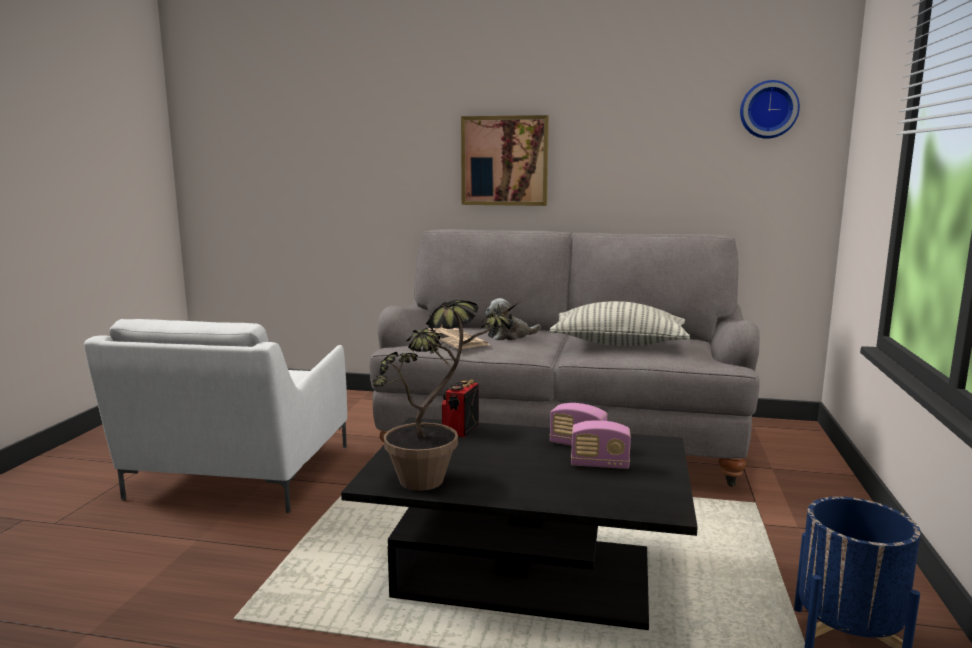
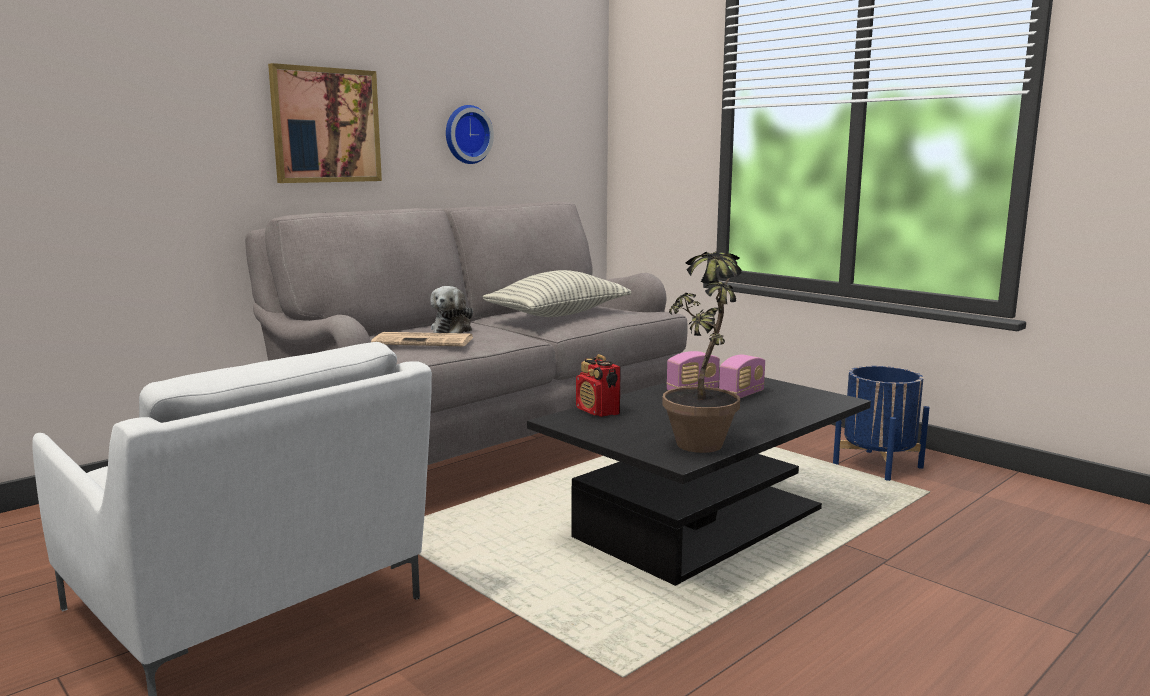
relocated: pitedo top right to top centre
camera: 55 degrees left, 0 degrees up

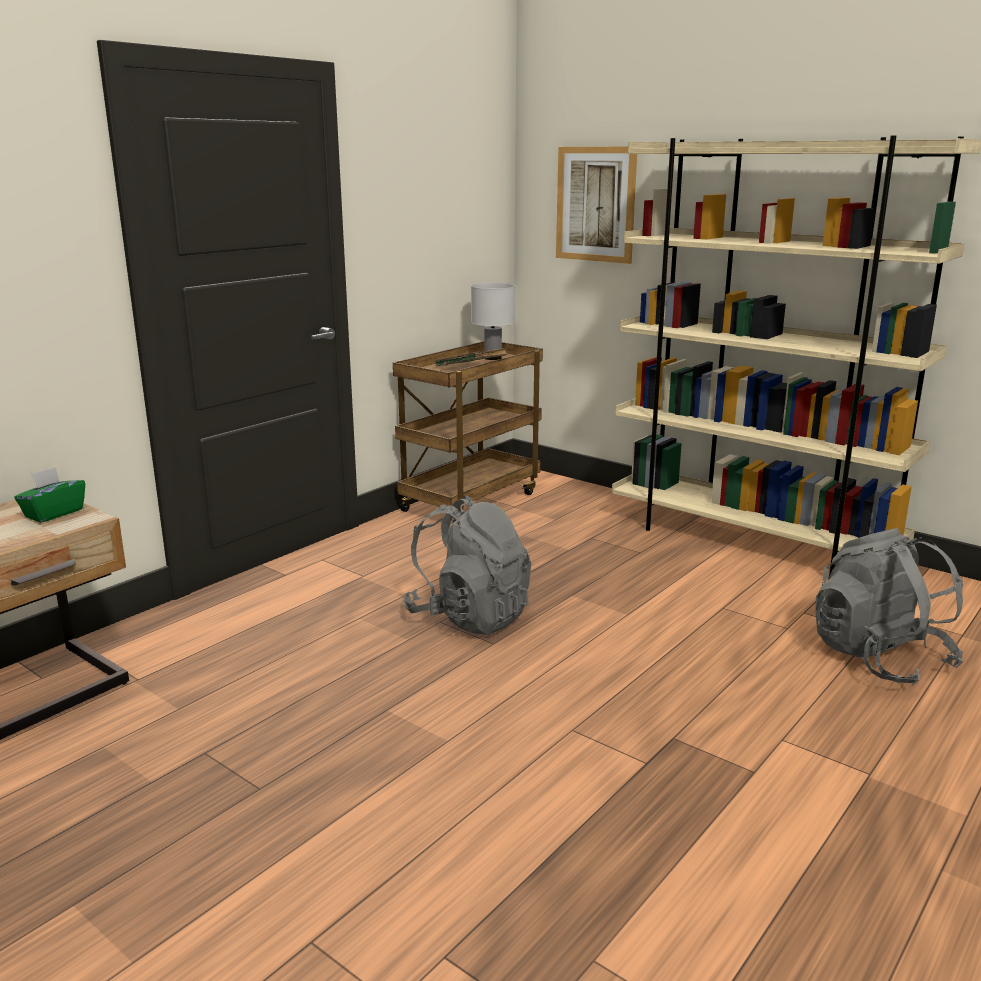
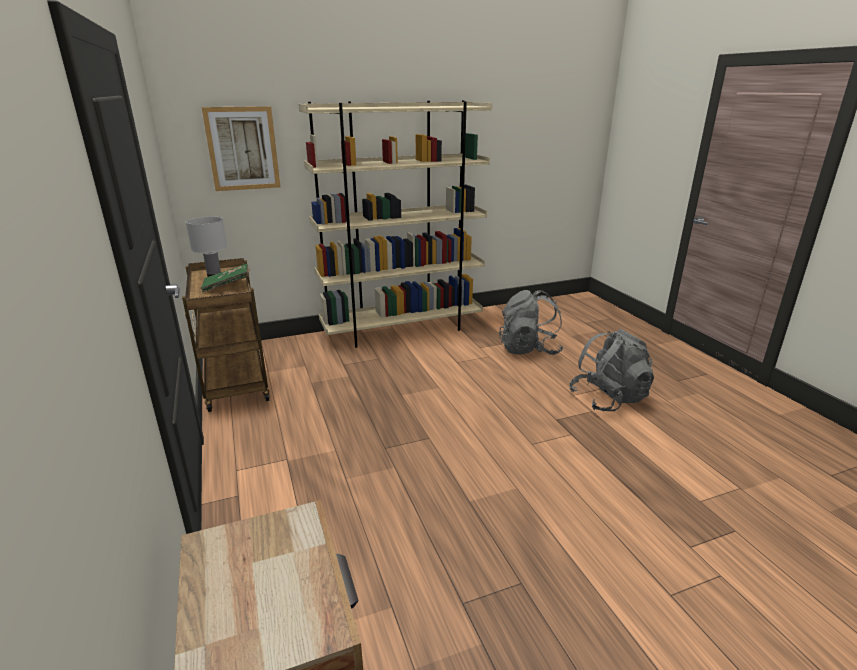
missing: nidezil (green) middle left
relocated: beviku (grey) (no. 1 from left in the first image) centre to beviku (grey) (no. 2 from left) middle right
camera: 60 degrees left, 5 degrees up

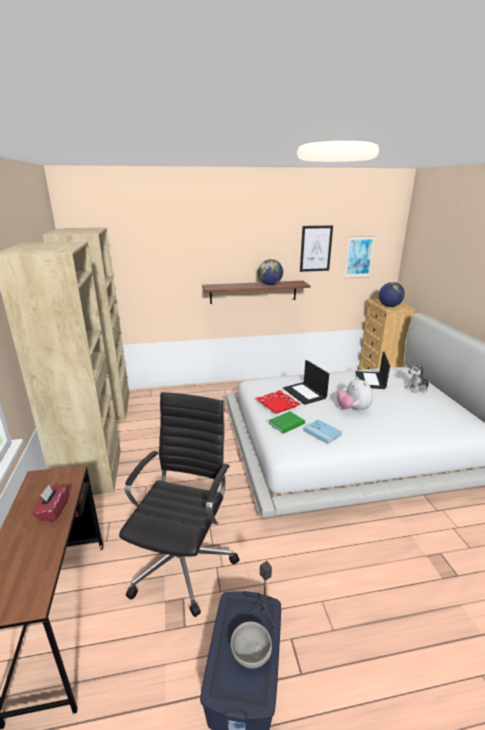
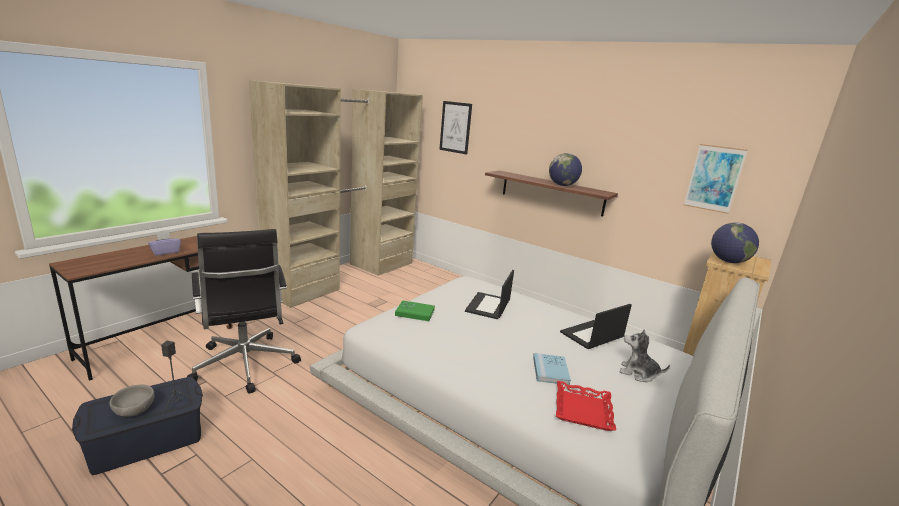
missing: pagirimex (no. 1 from left) middle right
relocated: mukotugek (no. 1 from left) centre to top centre; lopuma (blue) centre to bottom centre; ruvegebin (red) centre to bottom centre
colour: nidezil (red) bottom left to nidezil (purple) middle left
spun: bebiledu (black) bottom centre = middle left 90 degrees clockwise
camera: 45 degrees right, 5 degrees down

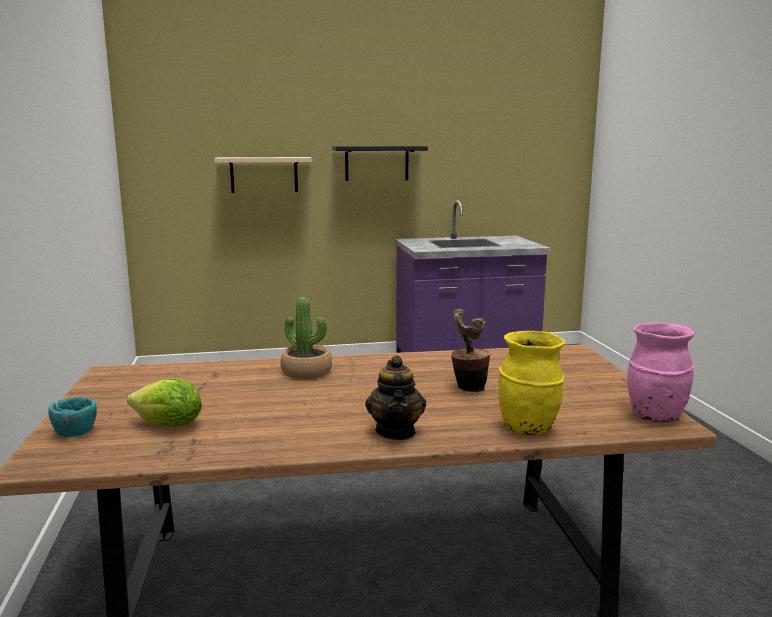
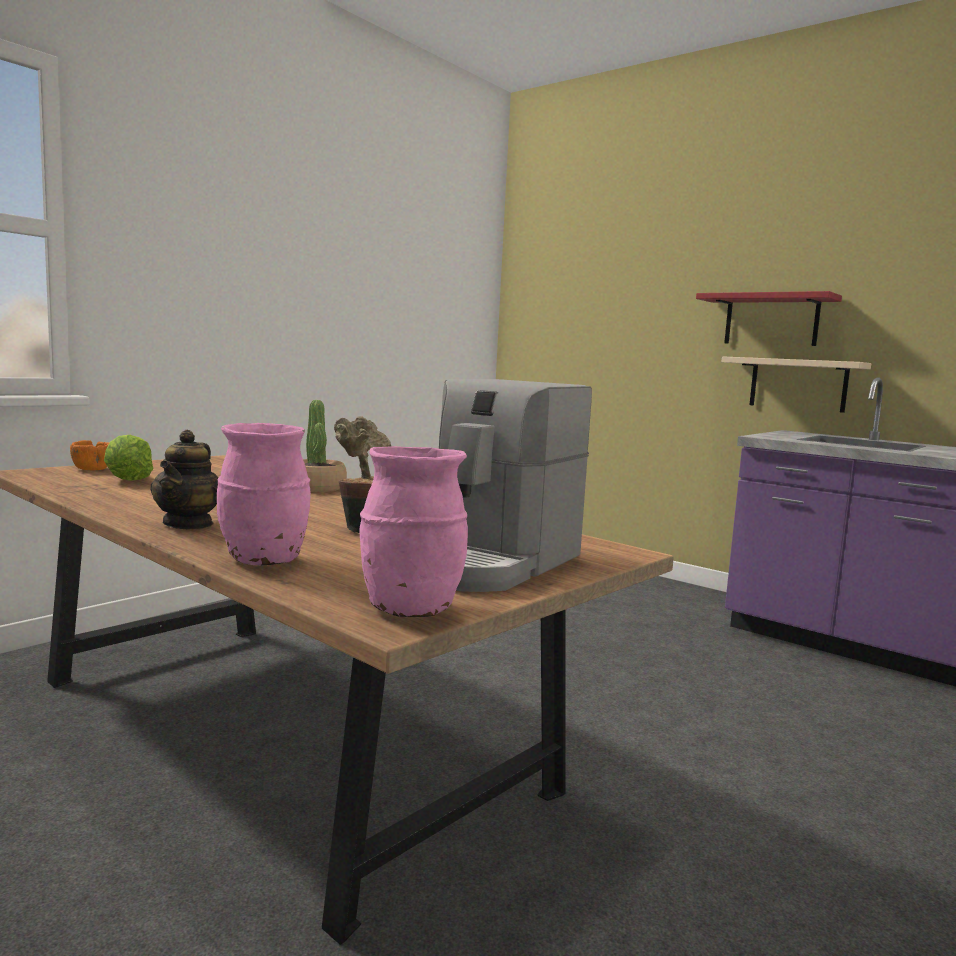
appeared: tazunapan centre
relocated: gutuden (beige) top centre to middle right
colour: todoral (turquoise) bottom left to todoral (orange) middle left; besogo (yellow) middle right to besogo (pink) (no. 1 from left) middle left; gutuden (black) top centre to gutuden (red) top right
spun: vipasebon centre = middle left 45 degrees counterclockwise
camera: 50 degrees right, 5 degrees down

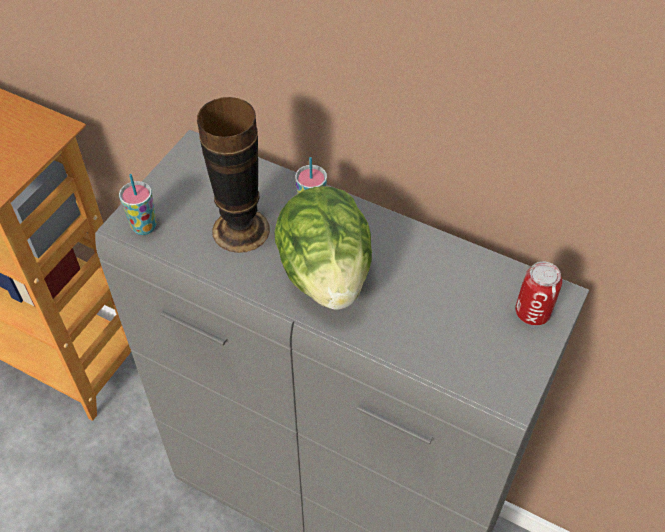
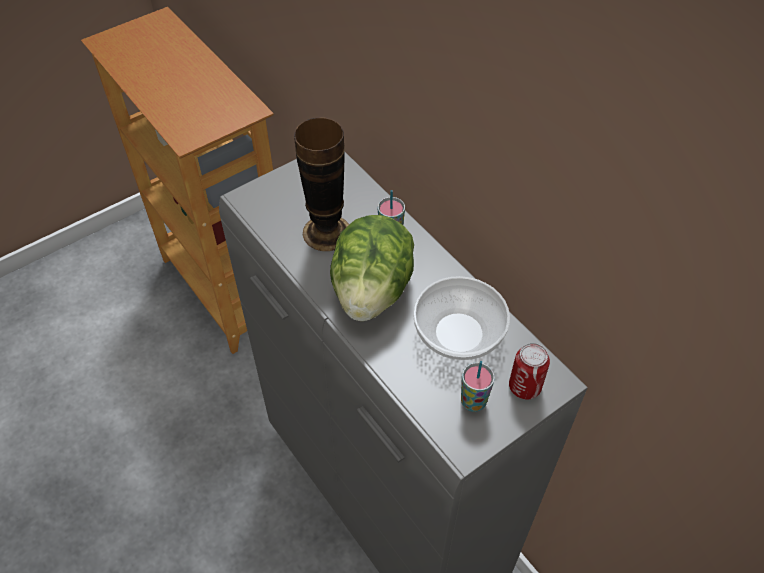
appeared: todoral centre
relocated: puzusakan (no. 1 from left in the first image) middle left to puzusakan (no. 2 from left) bottom centre
camera: 25 degrees right, 0 degrees up

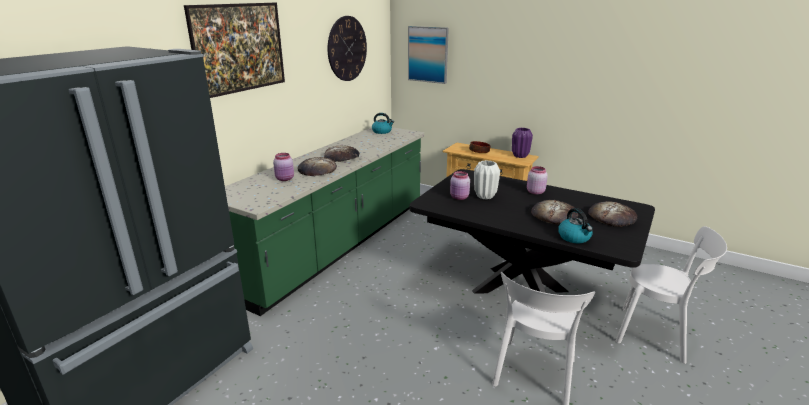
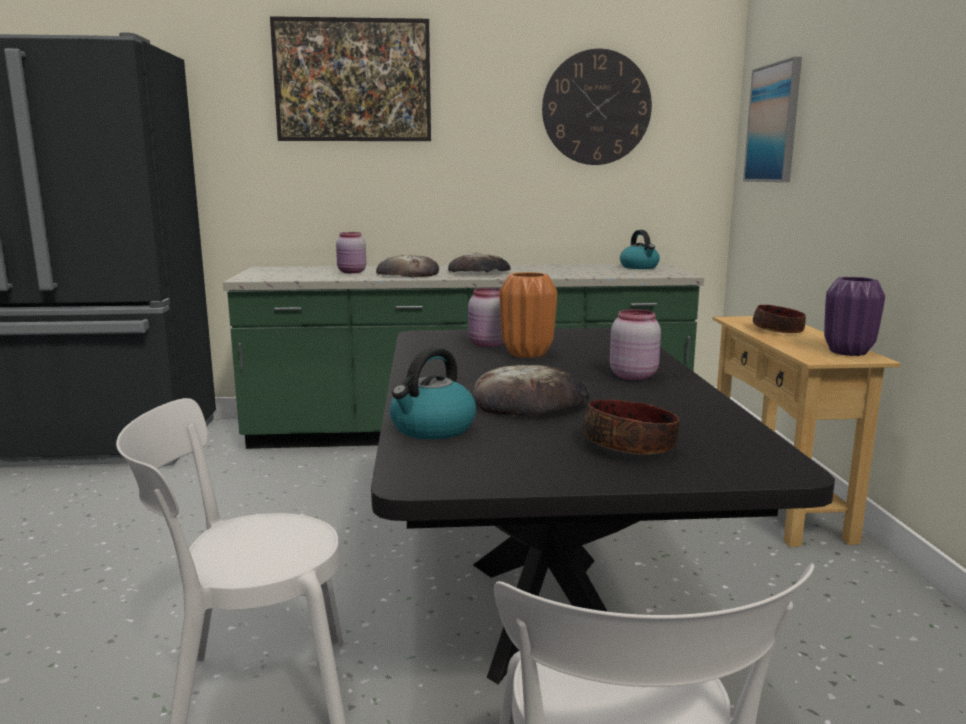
exchanged: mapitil (no. 4 from left) middle right to todoral (no. 1 from left) centre
colour: besogo (white) centre to besogo (orange) centre
camera: 55 degrees right, 10 degrees down

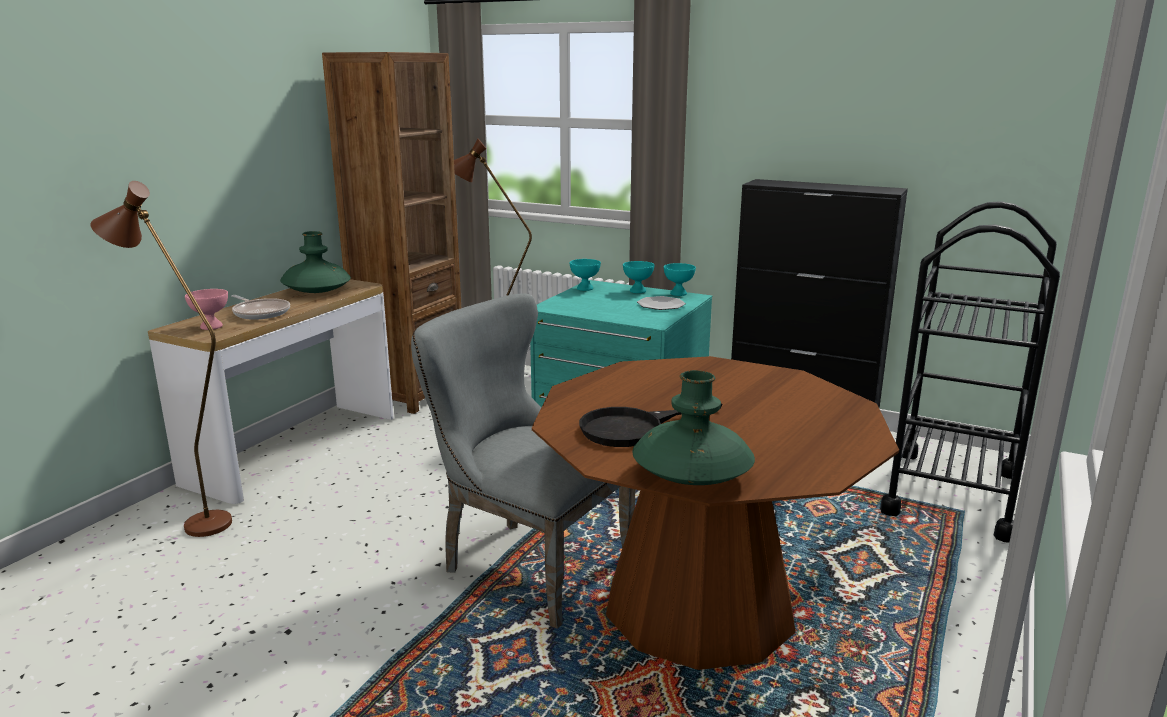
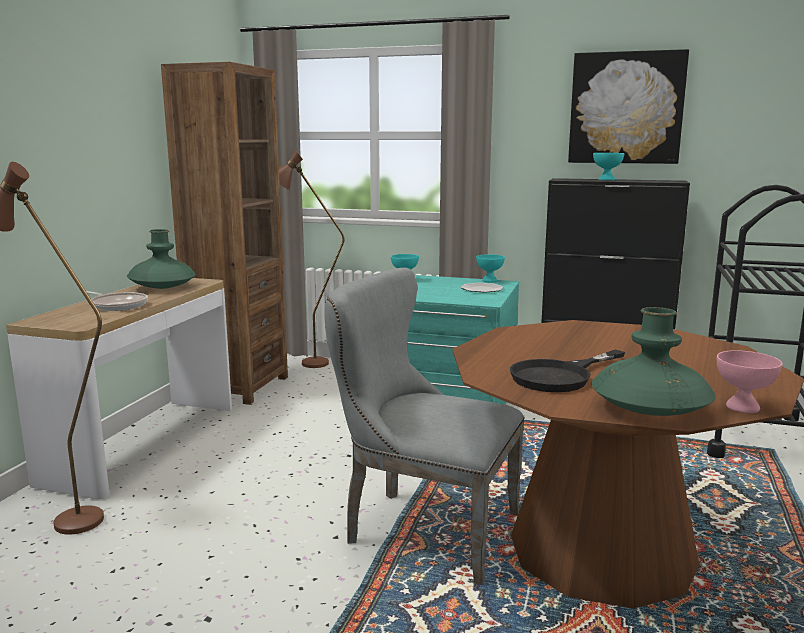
appeared: mukotugek top right
relocated: todoral (turquoise) (no. 2 from left in the first image) centre to todoral (turquoise) (no. 3 from left) top right; todoral (pink) middle left to middle right
camera: 10 degrees left, 5 degrees down

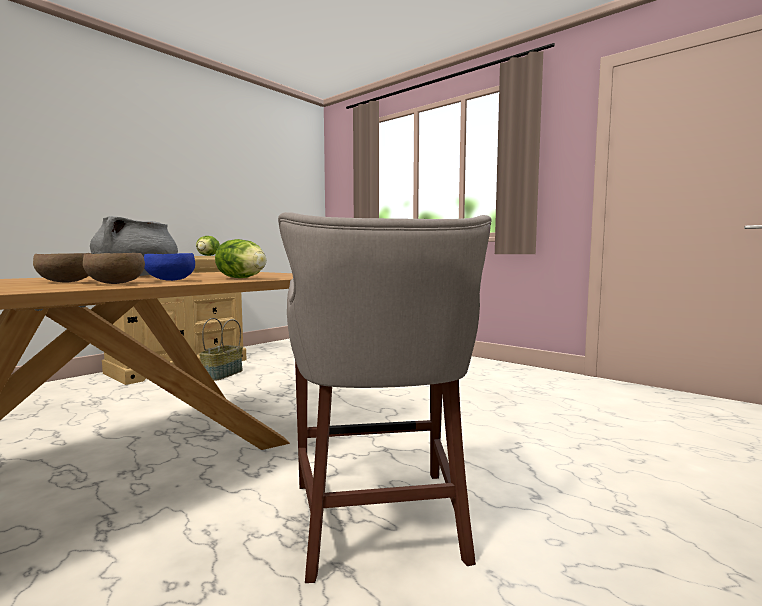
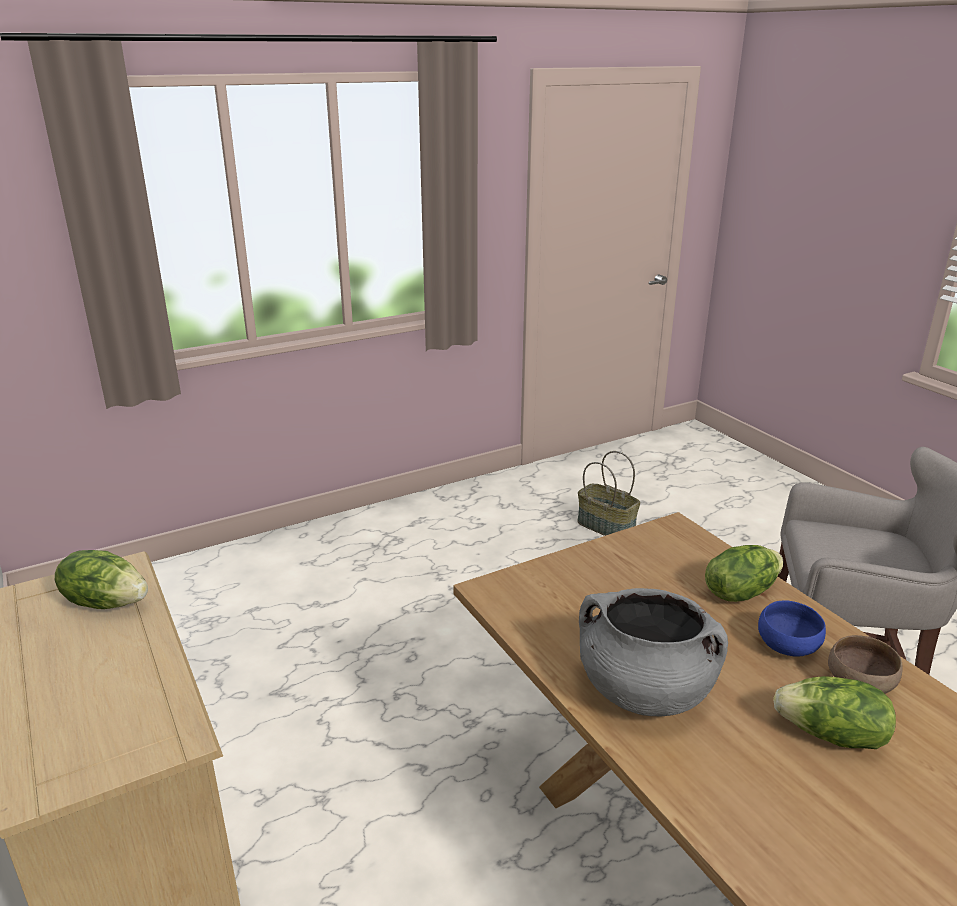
relocated: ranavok middle left to centre
exchanged: todoral (brown) (no. 1 from left) middle left to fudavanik (no. 3 from left) bottom right
camera: 70 degrees left, 20 degrees up

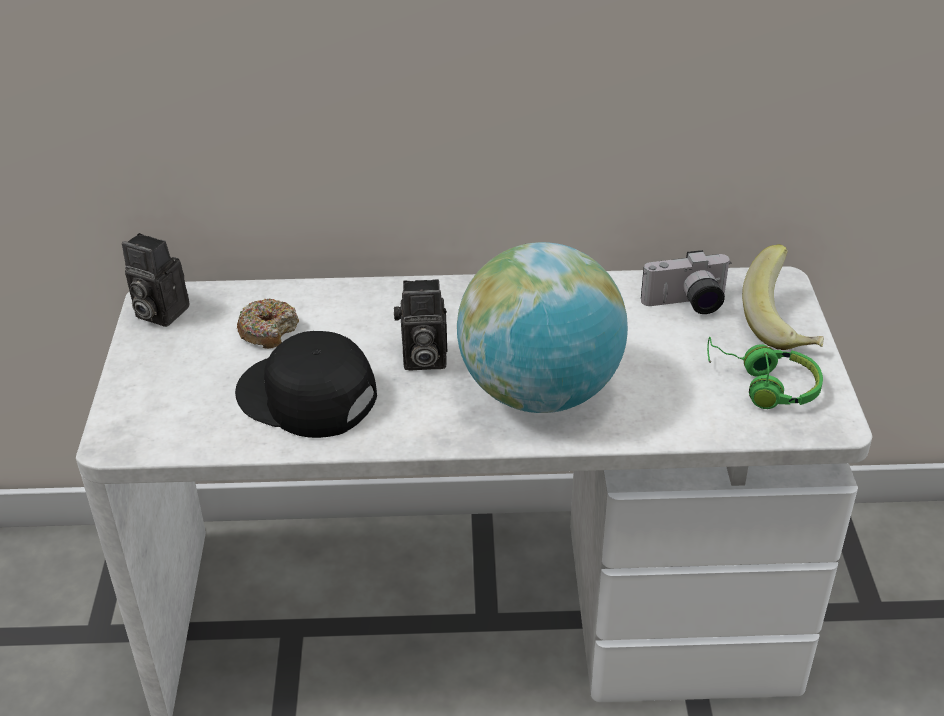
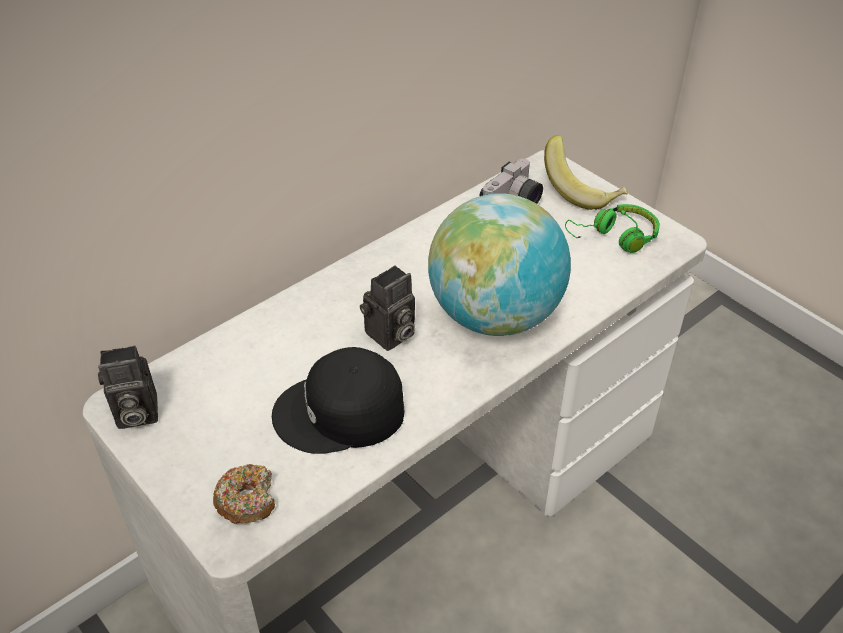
relocated: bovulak middle left to bottom left
camera: 40 degrees left, 5 degrees up

